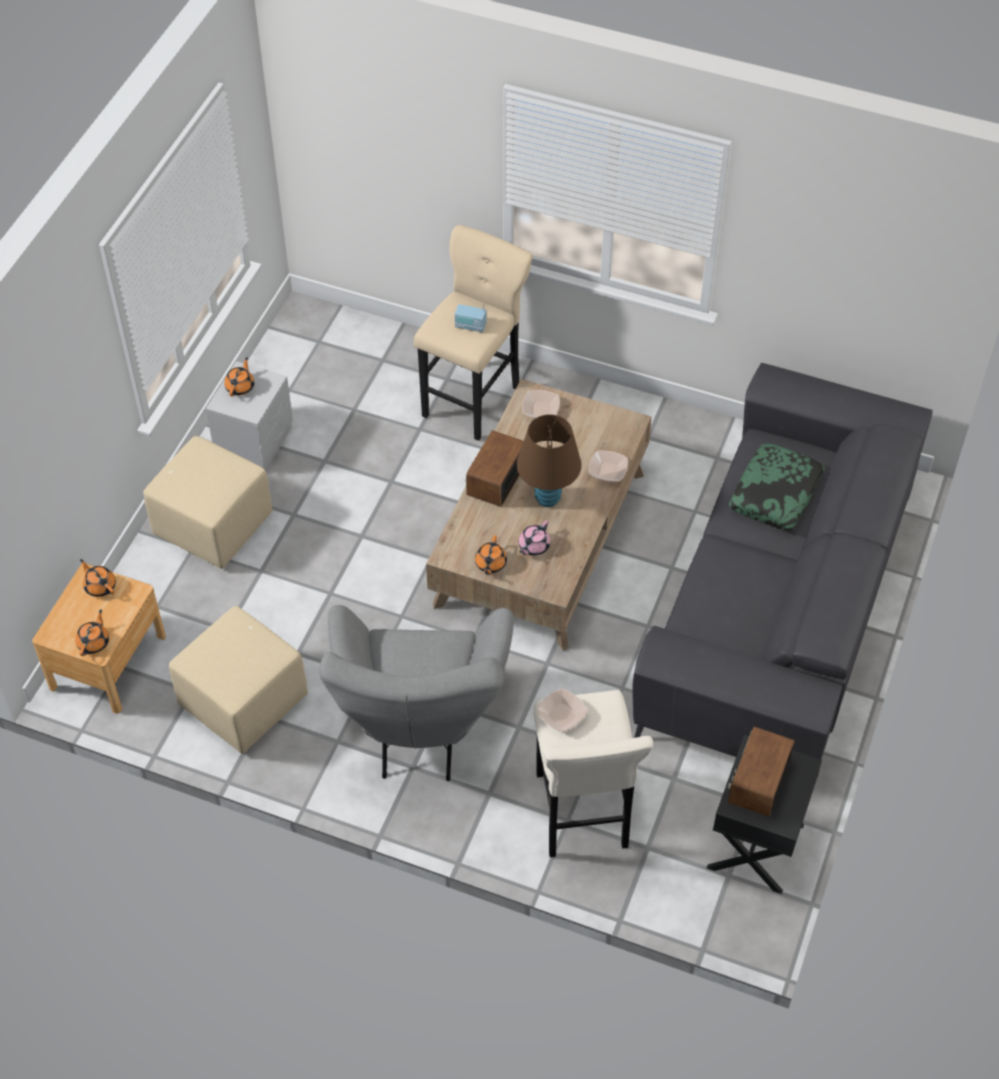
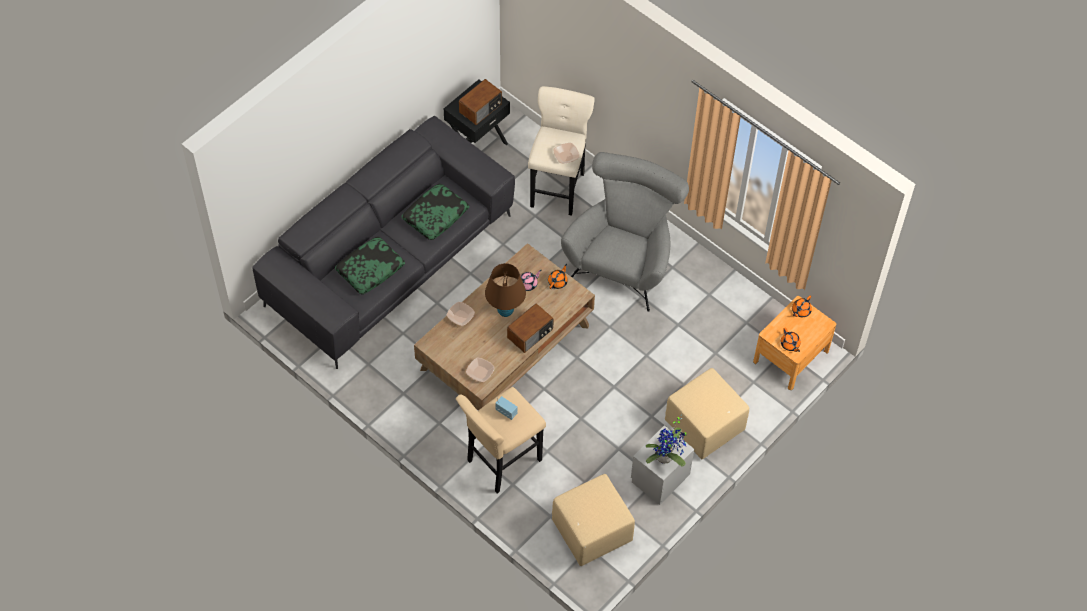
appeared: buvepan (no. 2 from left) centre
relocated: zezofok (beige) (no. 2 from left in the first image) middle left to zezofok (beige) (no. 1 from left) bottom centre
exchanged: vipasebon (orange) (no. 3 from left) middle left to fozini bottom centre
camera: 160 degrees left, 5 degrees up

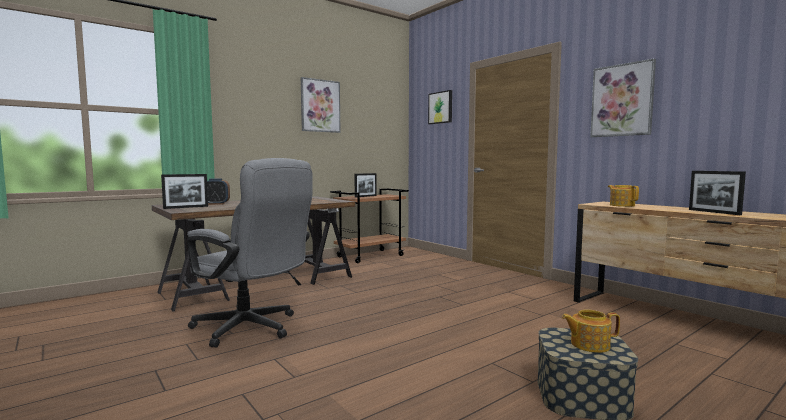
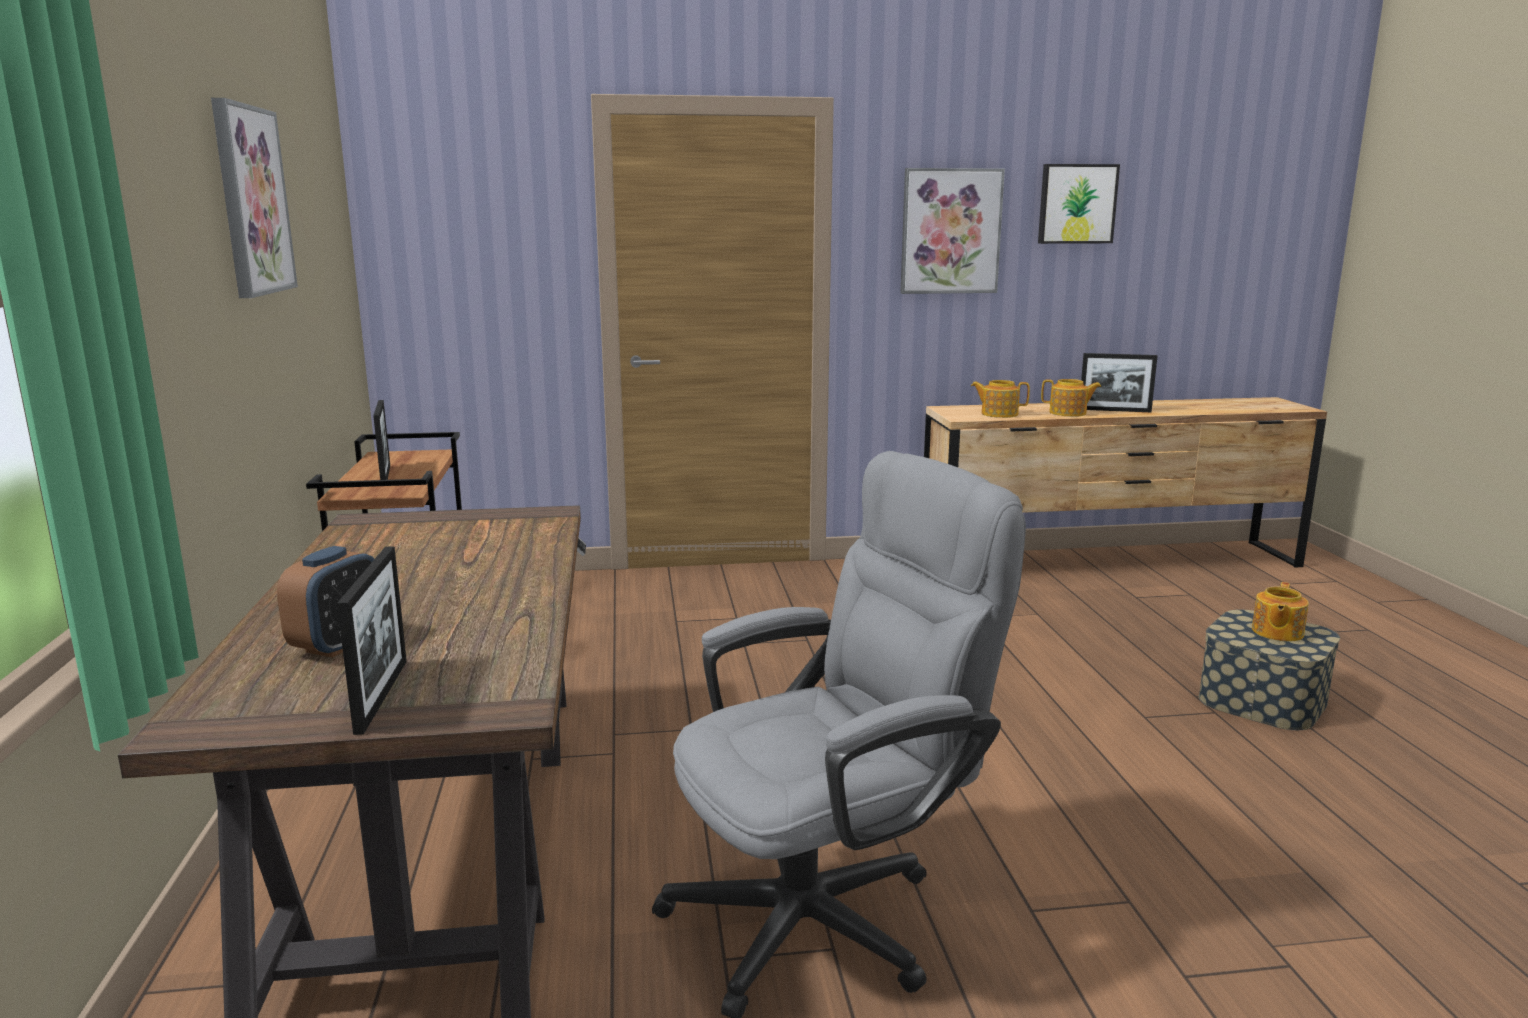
appeared: vipasebon (no. 2 from left) middle right
relocated: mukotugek (no. 2 from left in the first image) top centre to mukotugek (no. 3 from left) top right
camera: 60 degrees left, 10 degrees up

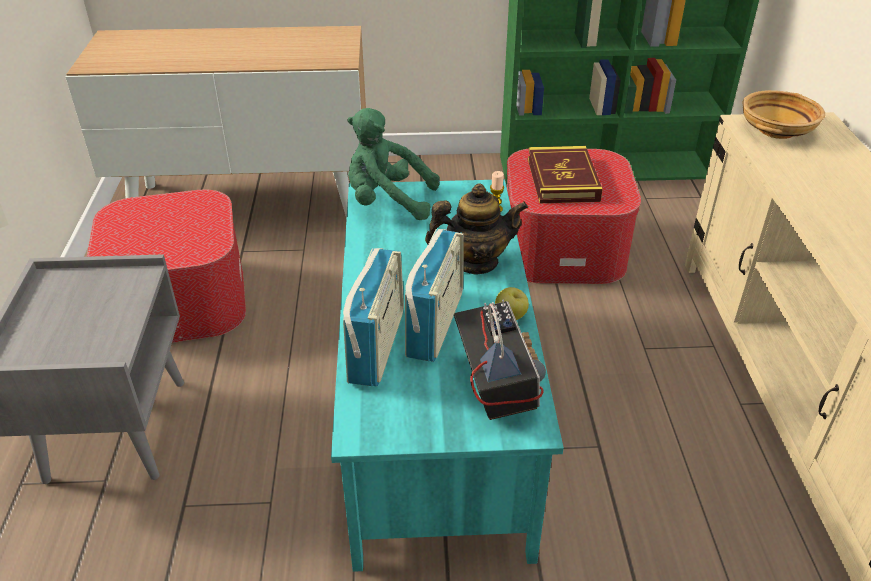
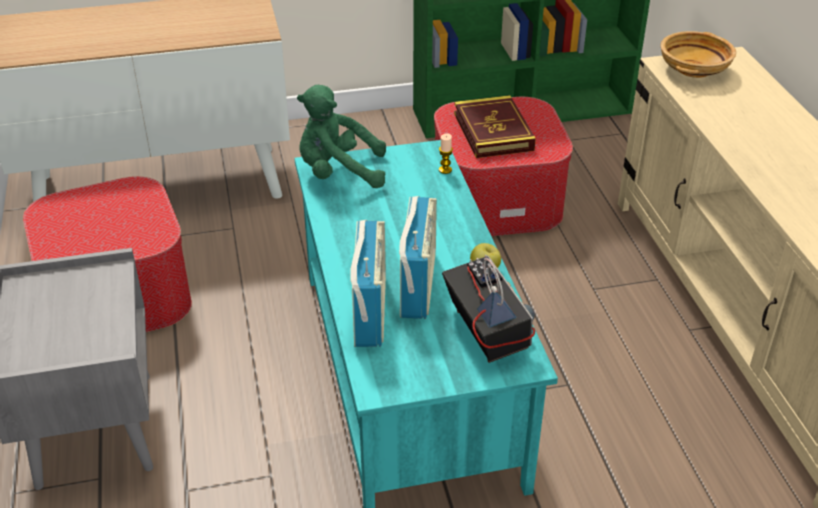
missing: vipasebon centre
camera: 10 degrees left, 0 degrees up

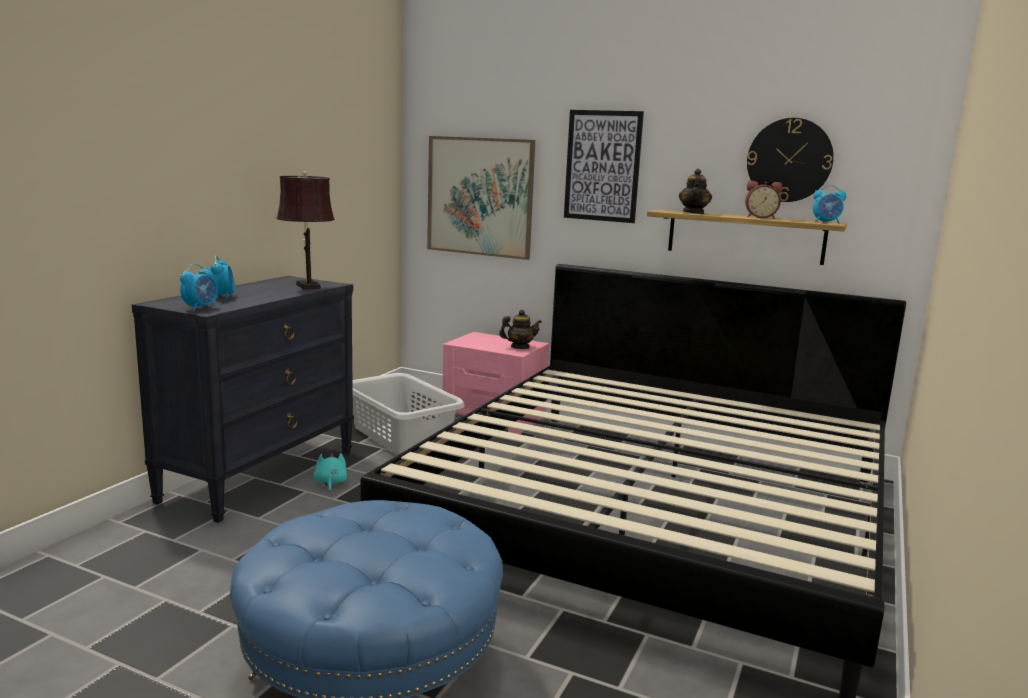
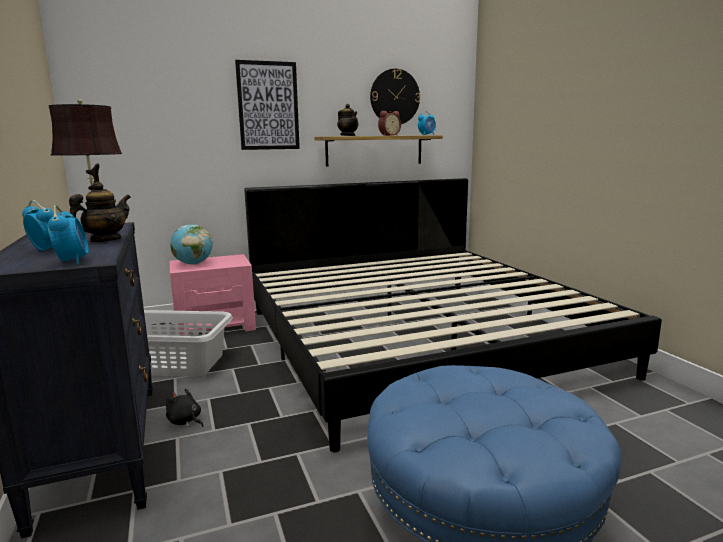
missing: mukotugek (no. 1 from left) top centre
appeared: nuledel middle left
relocated: vipasebon (no. 1 from left) centre to middle left
colour: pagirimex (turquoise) bottom left to pagirimex (black) bottom left
camera: 45 degrees left, 0 degrees up

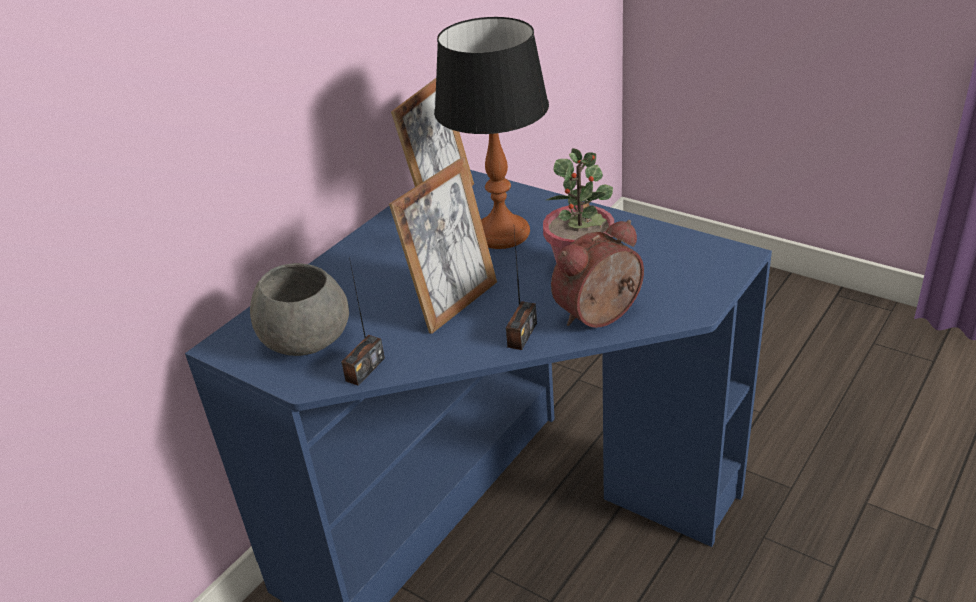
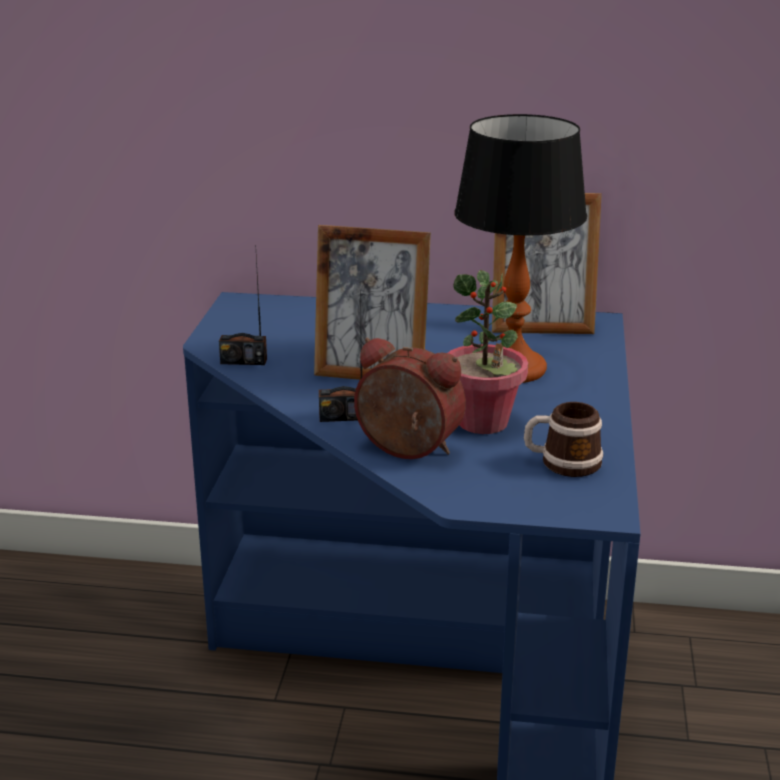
missing: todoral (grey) middle left
appeared: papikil middle right
camera: 60 degrees right, 10 degrees down

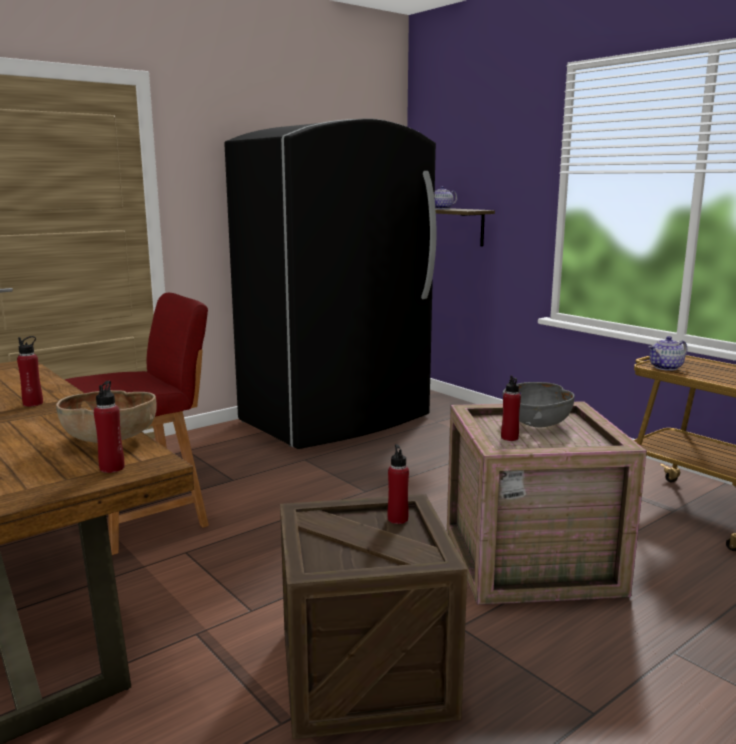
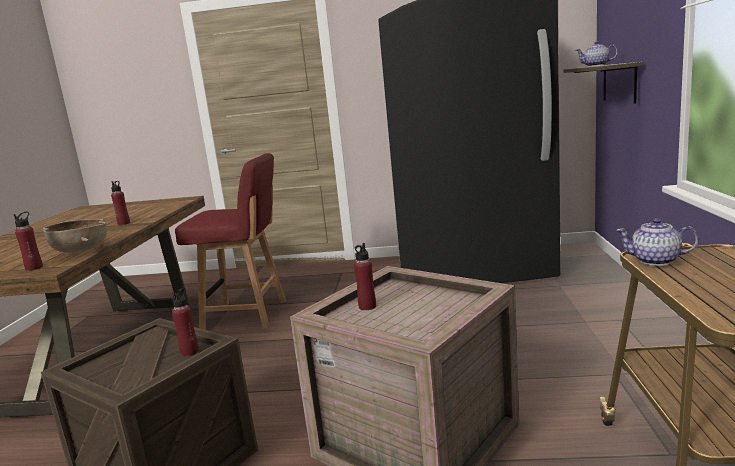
missing: todoral (grey) middle right
camera: 45 degrees right, 0 degrees up

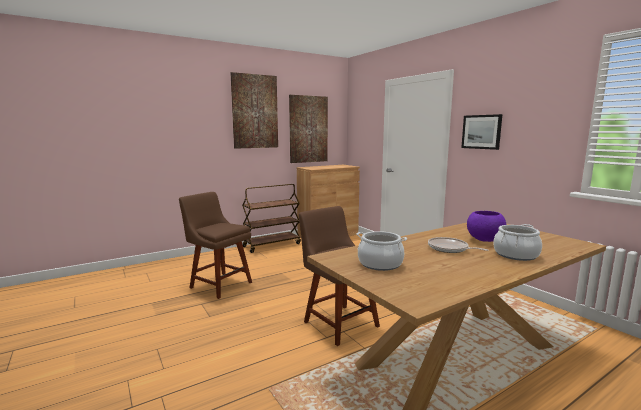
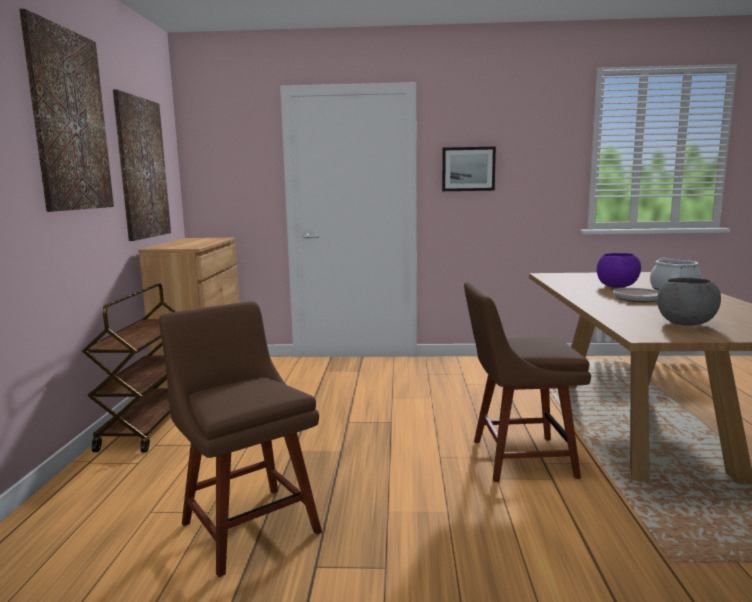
exchanged: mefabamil (no. 1 from left) centre to todoral (grey) middle right
spun: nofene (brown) (no. 1 from left) centre = bottom left 75 degrees clockwise
camera: 55 degrees left, 0 degrees up

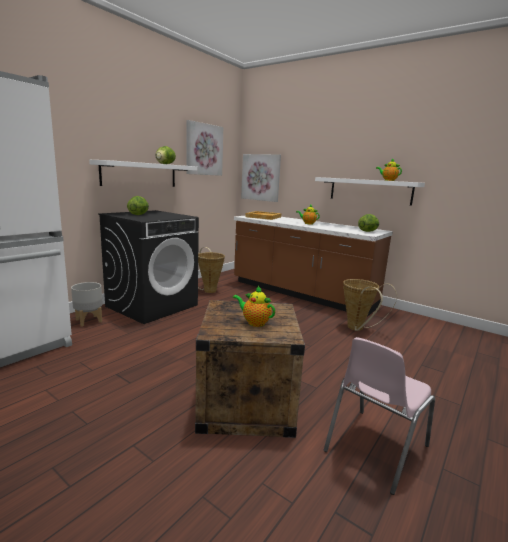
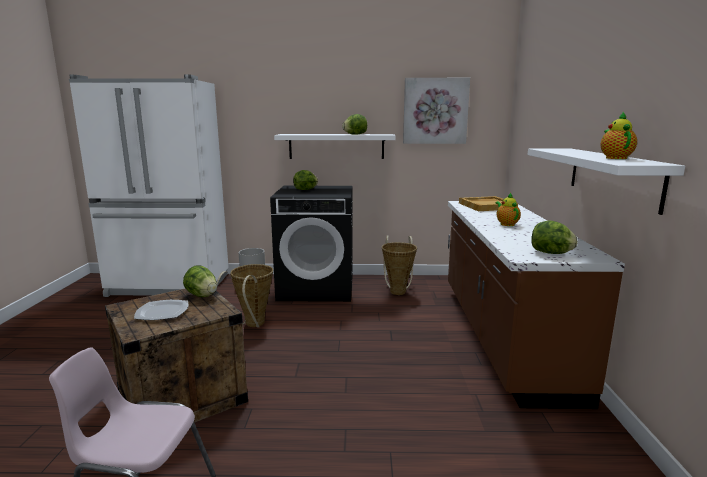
missing: mukotugek (no. 2 from left) top centre
appeared: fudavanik (no. 1 from left) middle left
relocated: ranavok (no. 2 from left in the first image) middle right to ranavok (no. 1 from left) centre
exchanged: vipasebon (no. 1 from left) centre to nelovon middle left
camera: 55 degrees right, 0 degrees up

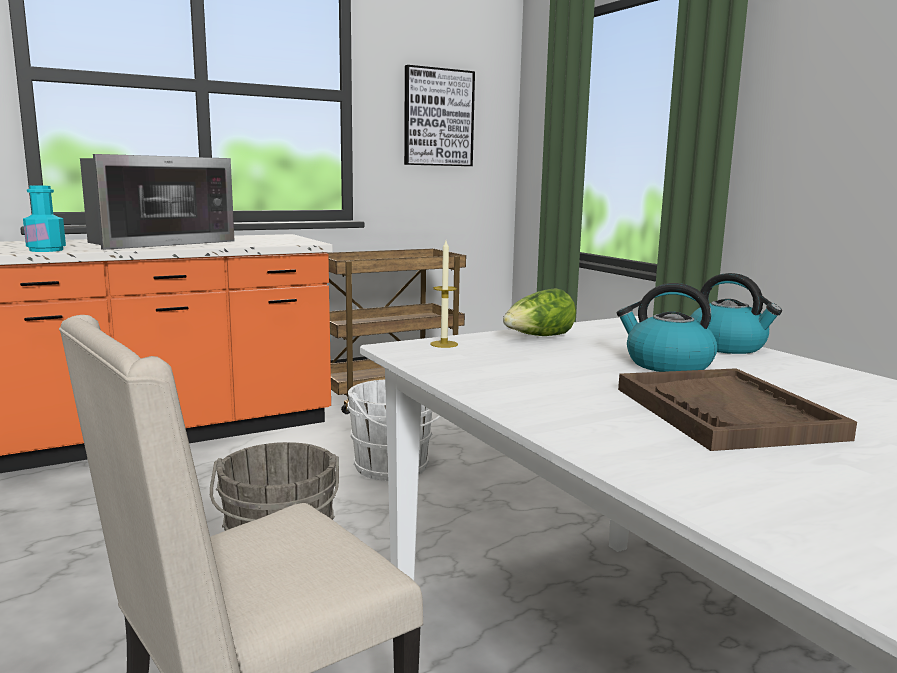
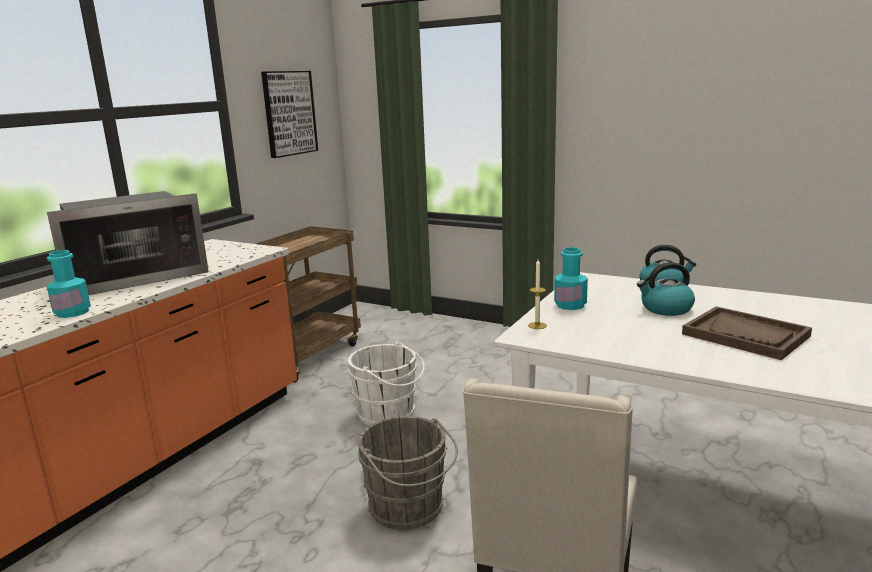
exchanged: fudavanik centre to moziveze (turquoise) (no. 2 from left) centre
spun: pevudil top left = middle left 45 degrees clockwise
camera: 30 degrees left, 5 degrees up

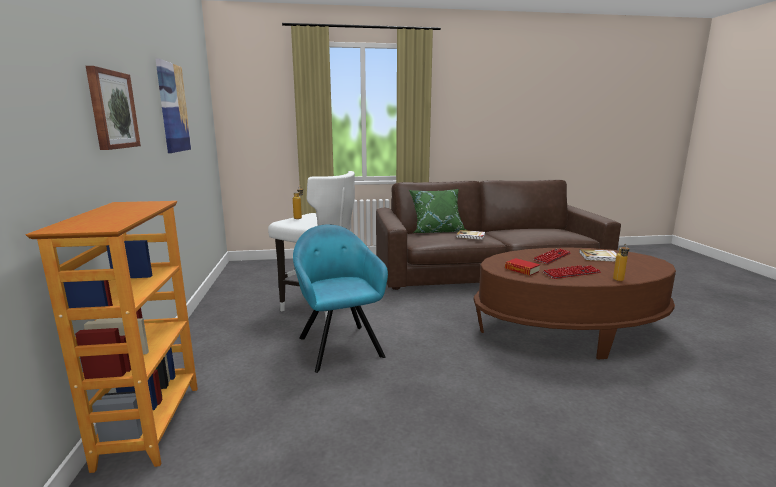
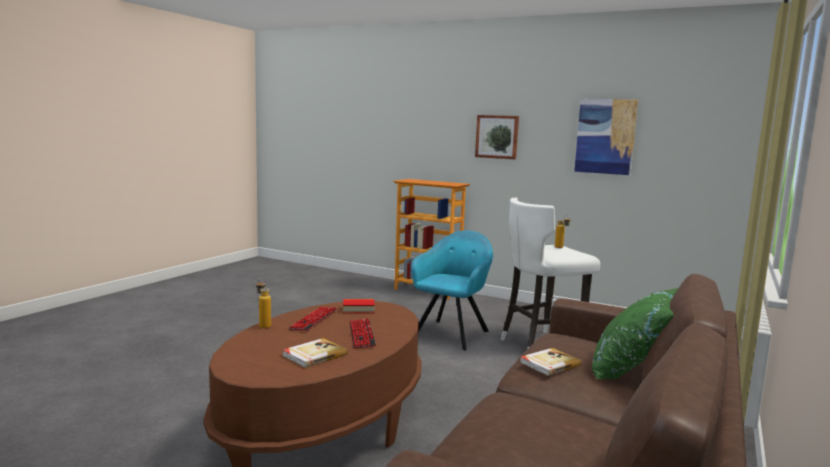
spun: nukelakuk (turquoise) centre = centre 75 degrees counterclockwise
camera: 125 degrees right, 5 degrees down

